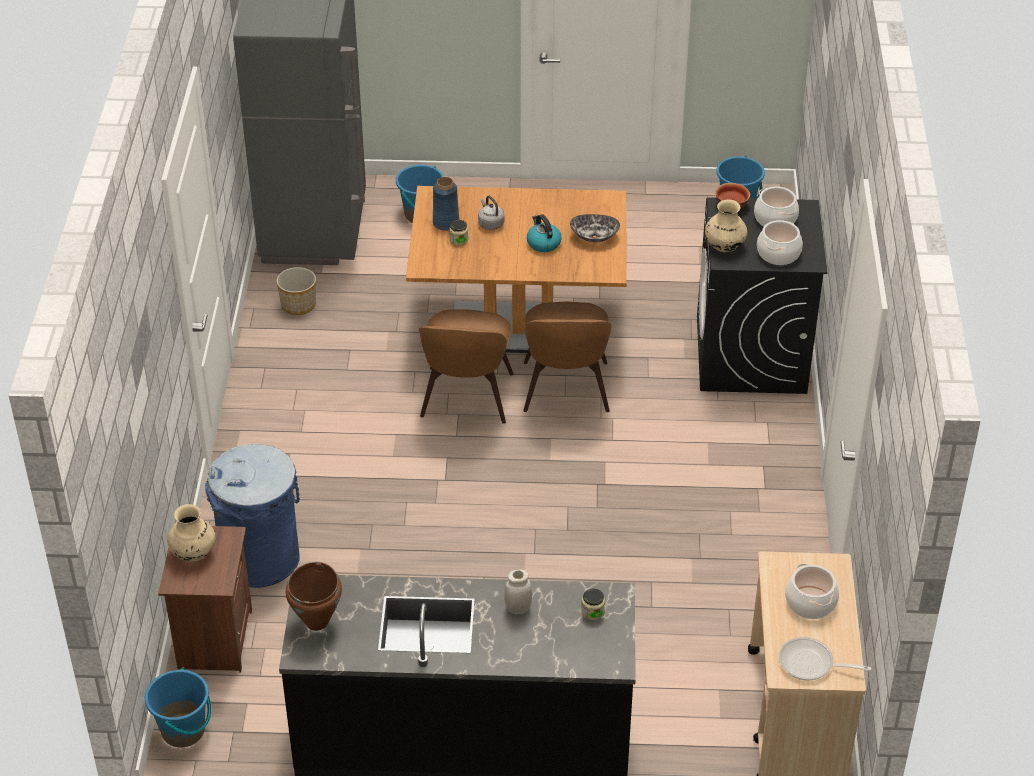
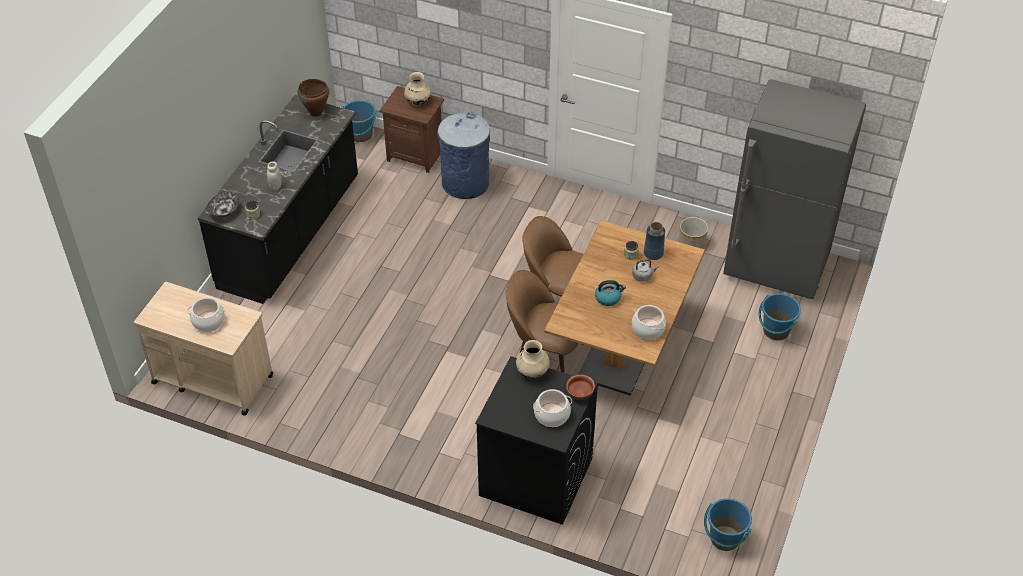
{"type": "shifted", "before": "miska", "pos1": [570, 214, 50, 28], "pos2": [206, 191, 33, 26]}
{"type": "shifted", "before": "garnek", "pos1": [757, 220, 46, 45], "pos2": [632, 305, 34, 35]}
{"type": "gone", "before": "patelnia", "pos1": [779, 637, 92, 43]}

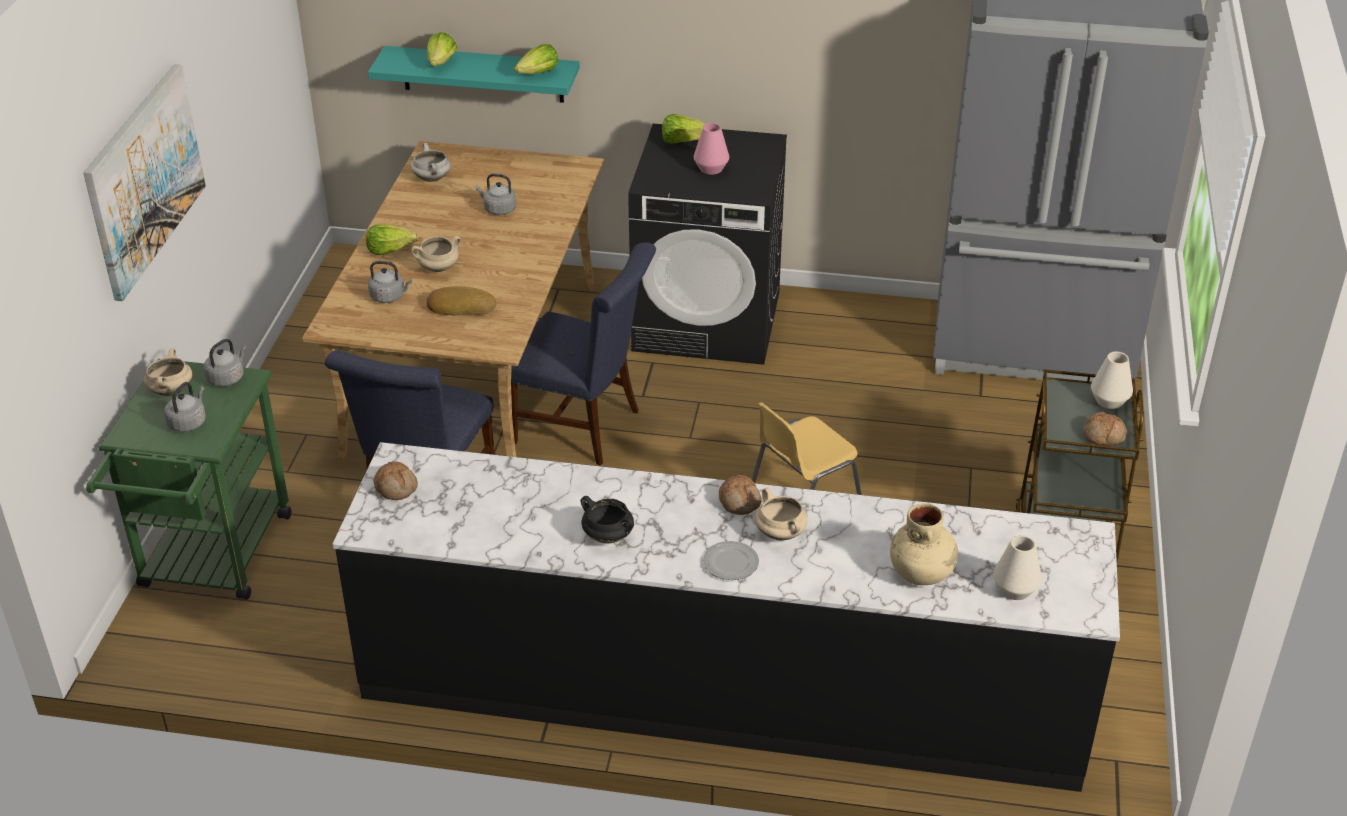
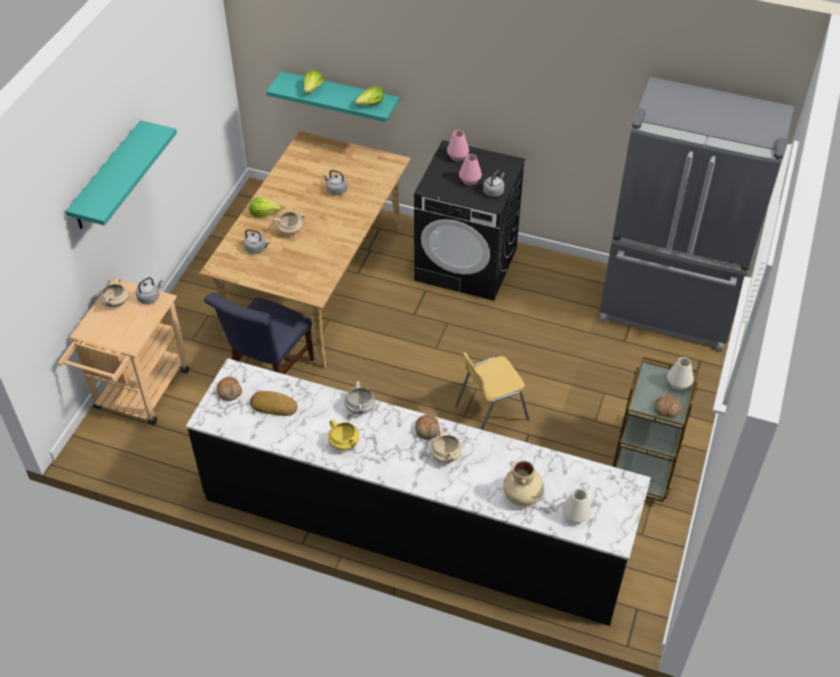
{"type": "repainted", "before": "wózek/zielony", "after": "wózek/beżowy", "pos1": [86, 359, 205, 241], "pos2": [58, 278, 131, 147]}
{"type": "swapped", "before": "obraz", "after": "półka/turkusowy", "pos1": [83, 64, 123, 237], "pos2": [65, 120, 112, 109]}
{"type": "shifted", "before": "chleb", "pos1": [426, 286, 70, 29], "pos2": [250, 391, 48, 25]}
{"type": "repainted", "before": "garnek/czarny", "after": "garnek/żółty", "pos1": [581, 496, 53, 48], "pos2": [328, 419, 31, 31]}
{"type": "shifted", "before": "garnek/biały", "pos1": [411, 143, 40, 39], "pos2": [344, 381, 31, 33]}
{"type": "swapped", "before": "sałata", "after": "wazon/różowy", "pos1": [662, 114, 44, 30], "pos2": [447, 130, 22, 31]}
{"type": "shifted", "before": "czajnik/szary", "pos1": [164, 382, 42, 50], "pos2": [483, 170, 22, 27]}
{"type": "gone", "before": "krzesło/niebieski", "pos1": [511, 242, 145, 224]}
{"type": "gone", "before": "talerz", "pos1": [703, 541, 56, 39]}

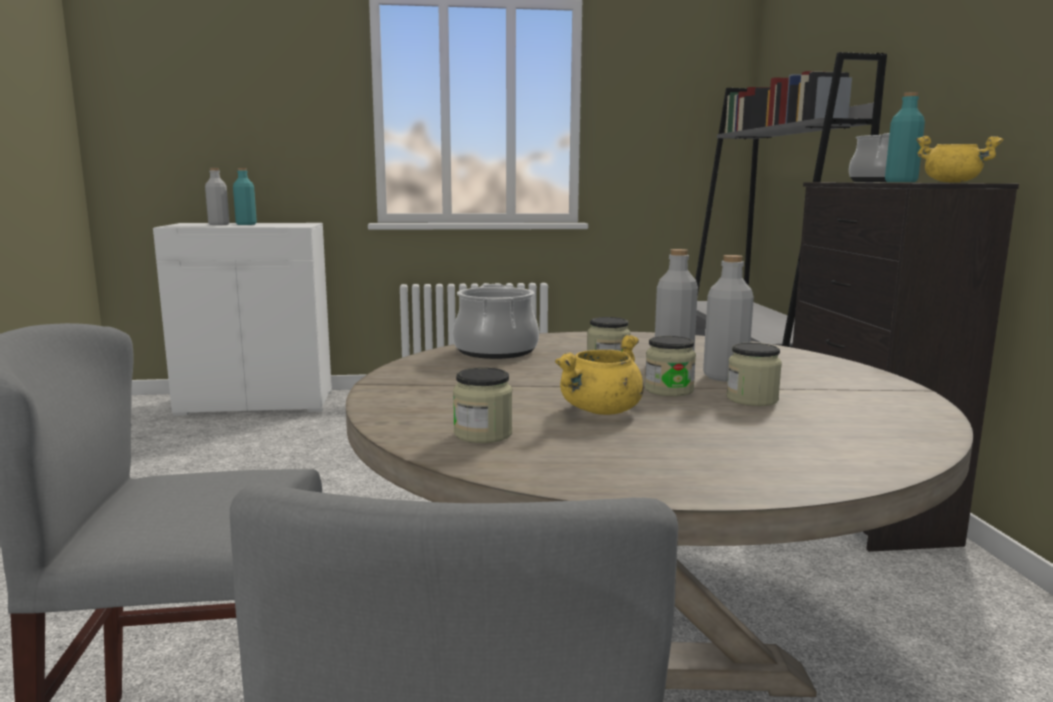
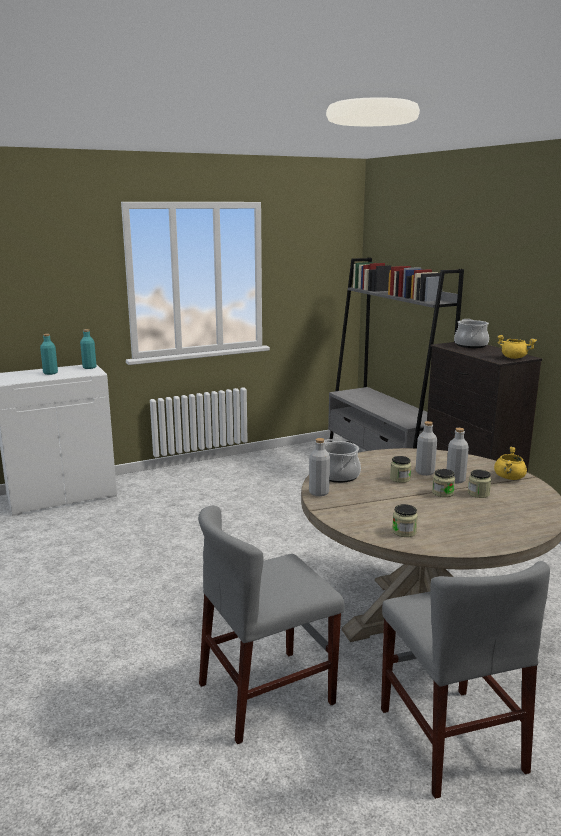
{"type": "shifted", "before": "butelka/turkusowy", "pos1": [885, 92, 40, 90], "pos2": [80, 329, 17, 40]}
{"type": "shifted", "before": "butelka/szary", "pos1": [205, 168, 25, 57], "pos2": [309, 438, 21, 58]}
{"type": "shifted", "before": "garnek/żółty", "pos1": [555, 334, 89, 81], "pos2": [494, 447, 33, 33]}

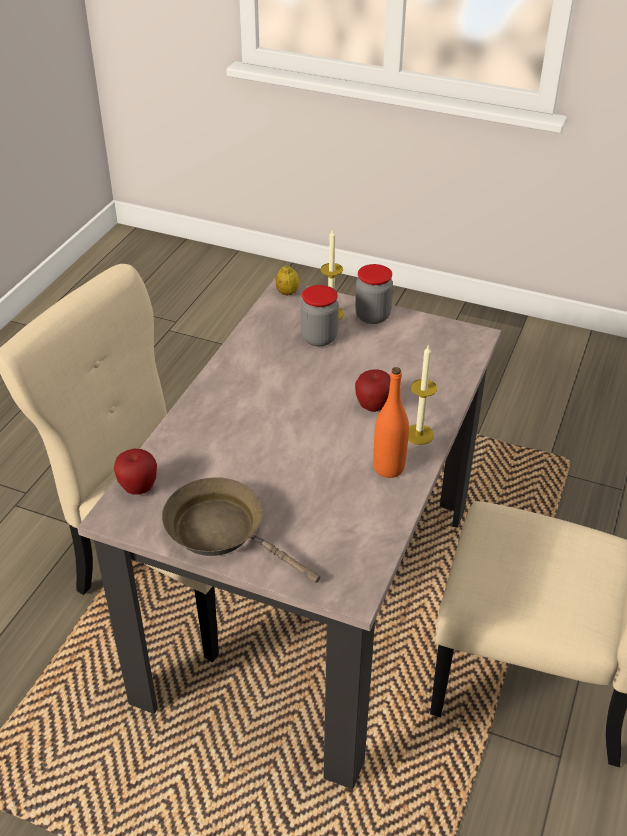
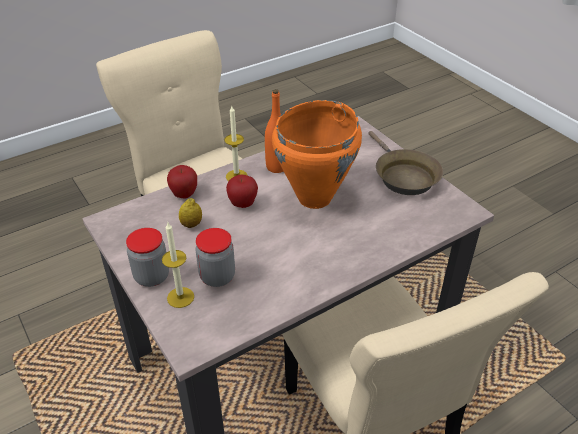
{"type": "shifted", "before": "jabłko", "pos1": [114, 449, 43, 46], "pos2": [167, 165, 30, 33]}
{"type": "shifted", "before": "cytryna", "pos1": [276, 265, 23, 30], "pos2": [179, 198, 23, 30]}
{"type": "new", "after": "garnek/pomarańczowy", "pos2": [272, 100, 90, 109]}

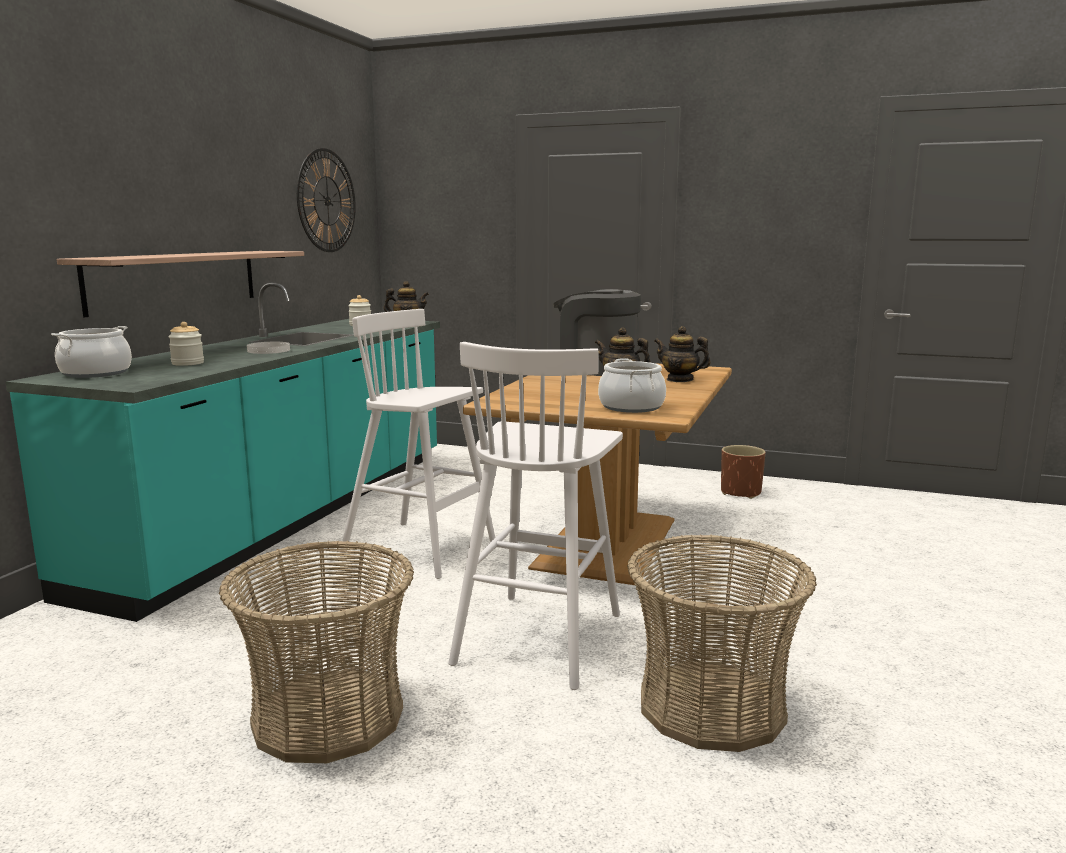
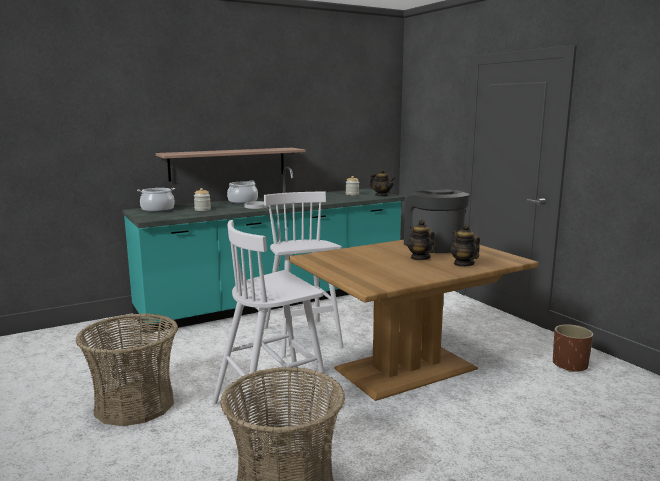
{"type": "shifted", "before": "garnek", "pos1": [598, 358, 68, 55], "pos2": [227, 181, 31, 23]}
{"type": "gone", "before": "zegar ścienny", "pos1": [297, 148, 59, 104]}

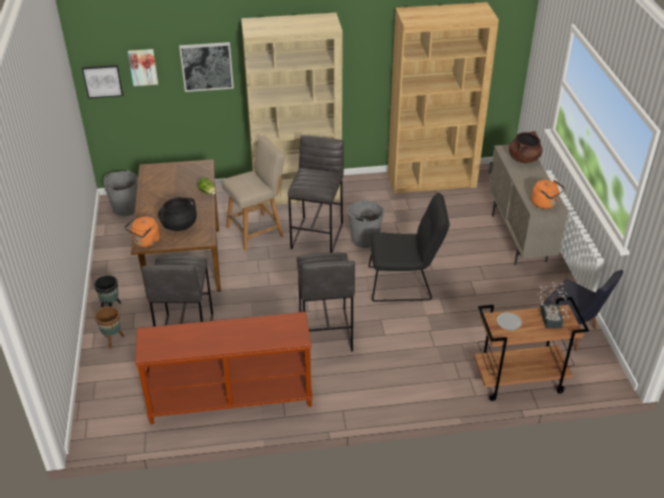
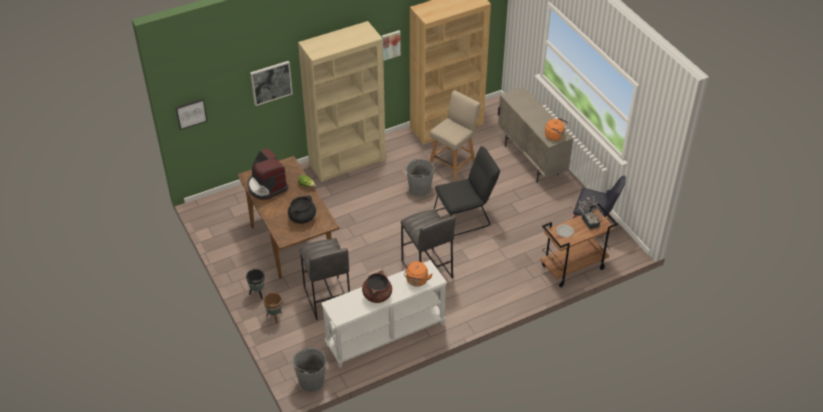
{"type": "new", "after": "ekspres do kawy", "pos2": [247, 148, 41, 52]}
{"type": "shifted", "before": "wiadro/szary", "pos1": [103, 170, 35, 46], "pos2": [292, 347, 34, 45]}
{"type": "repainted", "before": "stolik konsolowy/brązowy", "after": "stolik konsolowy/biały", "pos1": [135, 312, 178, 112], "pos2": [321, 260, 126, 108]}
{"type": "shifted", "before": "garnek/brązowy", "pos1": [509, 131, 33, 32], "pos2": [362, 270, 30, 33]}
{"type": "shifted", "before": "obraz", "pos1": [128, 49, 30, 37], "pos2": [382, 30, 19, 31]}
{"type": "shifted", "before": "czajnik/pomarańczowy", "pos1": [125, 217, 35, 30], "pos2": [404, 261, 28, 26]}
{"type": "shifted", "before": "krzesło/beżowy", "pos1": [222, 135, 62, 116], "pos2": [429, 90, 52, 90]}
{"type": "gone", "before": "stołek/szary", "pos1": [288, 135, 56, 118]}

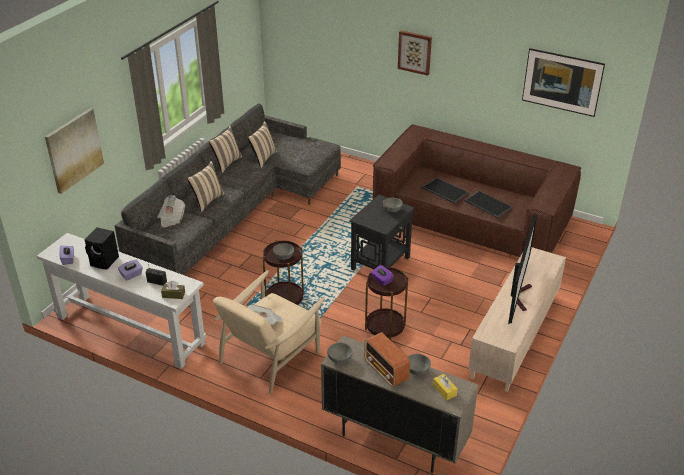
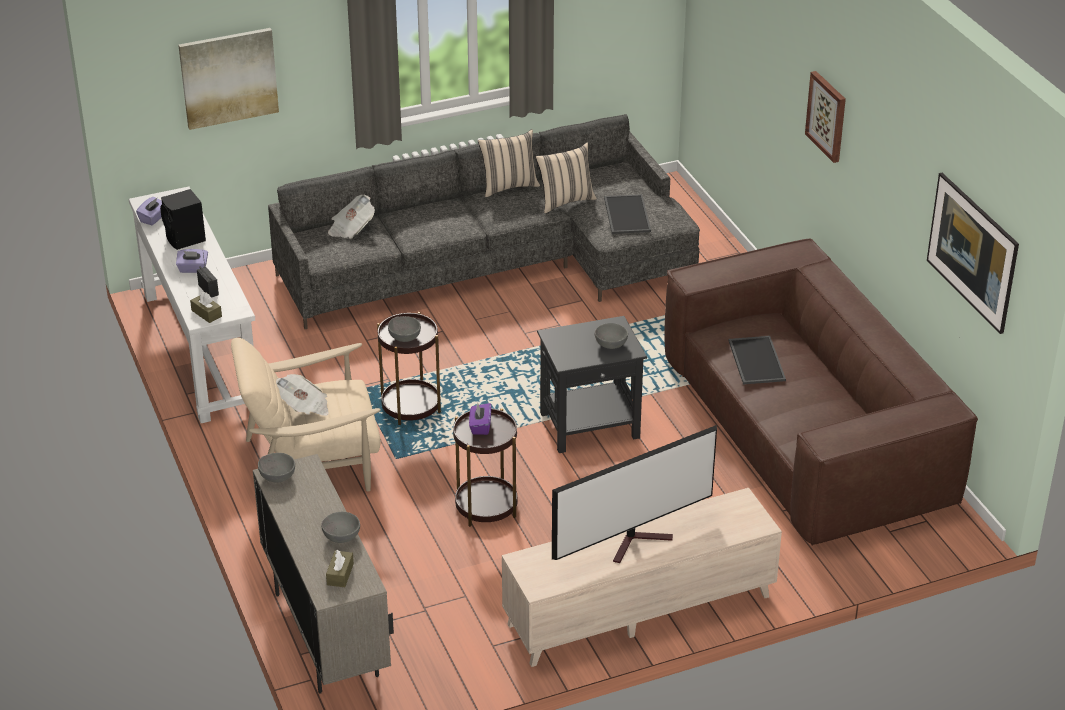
{"type": "repainted", "before": "pudełko chusteczek/żółty", "after": "pudełko chusteczek/brązowy", "pos1": [433, 374, 25, 26], "pos2": [326, 550, 28, 37]}
{"type": "shifted", "before": "taca", "pos1": [464, 190, 49, 28], "pos2": [604, 194, 47, 40]}
{"type": "gone", "before": "poduszka/beżowy", "pos1": [187, 161, 38, 51]}
{"type": "gone", "before": "radio", "pos1": [364, 332, 46, 55]}

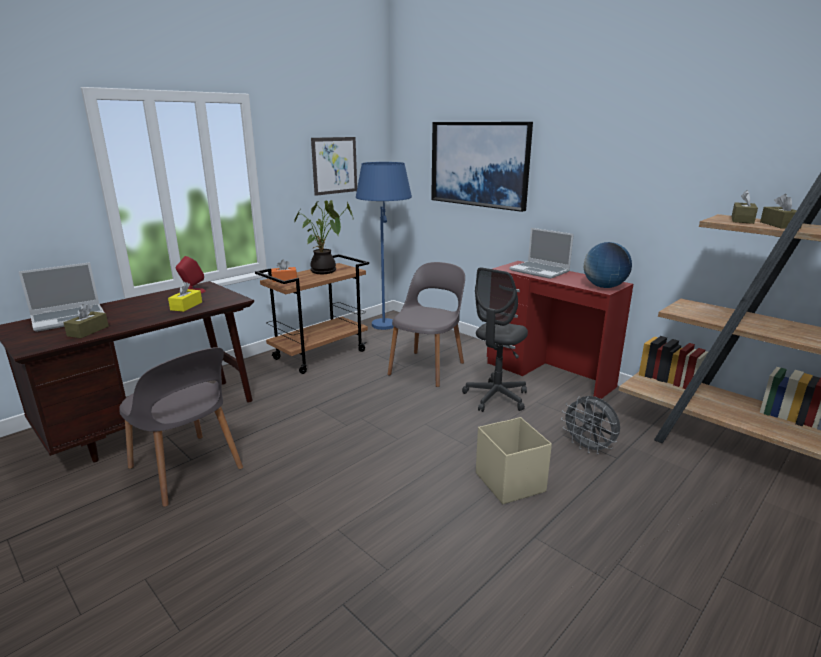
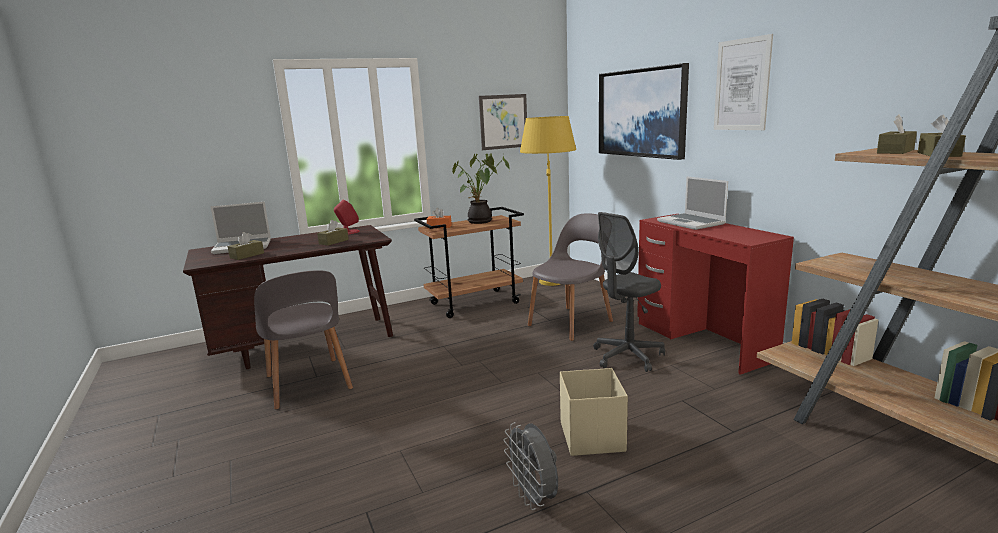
{"type": "repainted", "before": "pudełko chusteczek/żółty", "after": "pudełko chusteczek/brązowy", "pos1": [168, 282, 34, 30], "pos2": [317, 220, 32, 26]}
{"type": "shifted", "before": "wentylator/szary", "pos1": [561, 396, 59, 59], "pos2": [503, 422, 55, 88]}
{"type": "repainted", "before": "lampa stojąca/niebieski", "after": "lampa stojąca/żółty", "pos1": [356, 162, 56, 168], "pos2": [520, 116, 56, 170]}
{"type": "new", "after": "obraz", "pos2": [714, 34, 59, 96]}
{"type": "gone", "before": "globus", "pos1": [584, 242, 48, 46]}

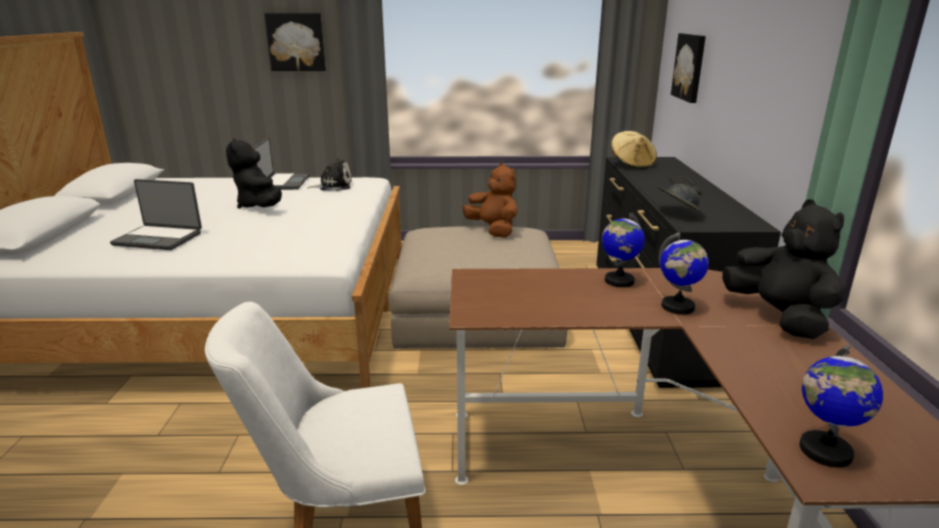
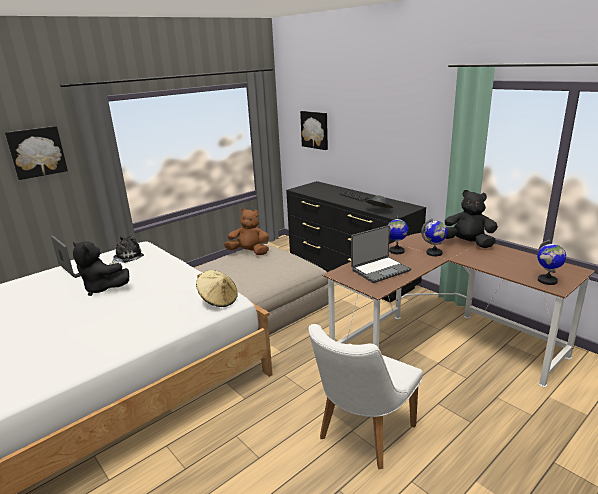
{"type": "shifted", "before": "kapelusz/beżowy", "pos1": [611, 131, 46, 38], "pos2": [196, 270, 42, 37]}
{"type": "shifted", "before": "laptop", "pos1": [110, 179, 92, 71], "pos2": [351, 225, 60, 58]}

